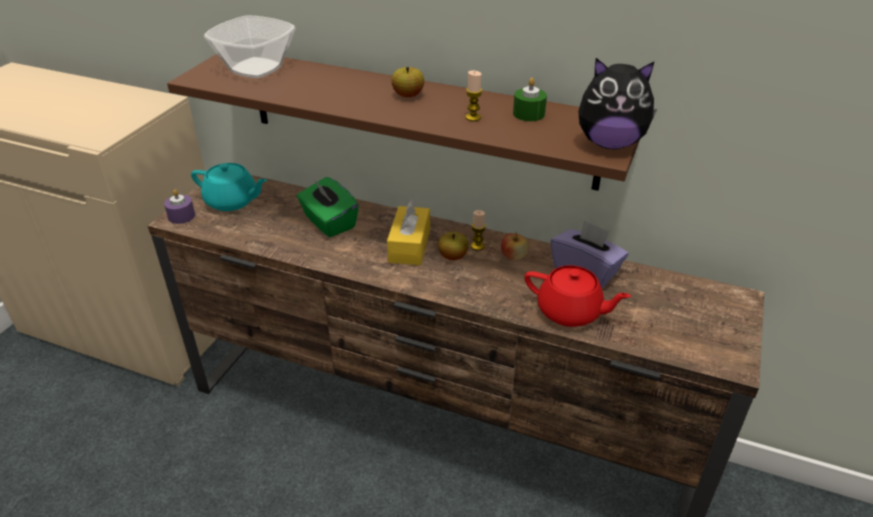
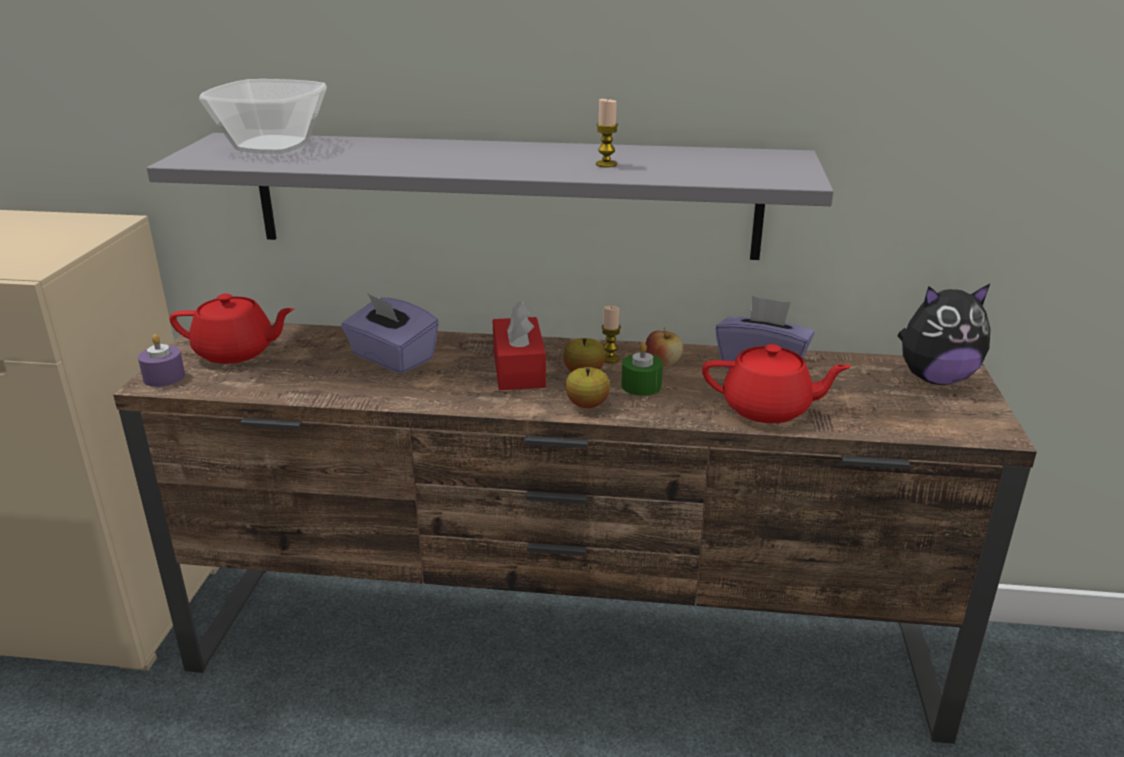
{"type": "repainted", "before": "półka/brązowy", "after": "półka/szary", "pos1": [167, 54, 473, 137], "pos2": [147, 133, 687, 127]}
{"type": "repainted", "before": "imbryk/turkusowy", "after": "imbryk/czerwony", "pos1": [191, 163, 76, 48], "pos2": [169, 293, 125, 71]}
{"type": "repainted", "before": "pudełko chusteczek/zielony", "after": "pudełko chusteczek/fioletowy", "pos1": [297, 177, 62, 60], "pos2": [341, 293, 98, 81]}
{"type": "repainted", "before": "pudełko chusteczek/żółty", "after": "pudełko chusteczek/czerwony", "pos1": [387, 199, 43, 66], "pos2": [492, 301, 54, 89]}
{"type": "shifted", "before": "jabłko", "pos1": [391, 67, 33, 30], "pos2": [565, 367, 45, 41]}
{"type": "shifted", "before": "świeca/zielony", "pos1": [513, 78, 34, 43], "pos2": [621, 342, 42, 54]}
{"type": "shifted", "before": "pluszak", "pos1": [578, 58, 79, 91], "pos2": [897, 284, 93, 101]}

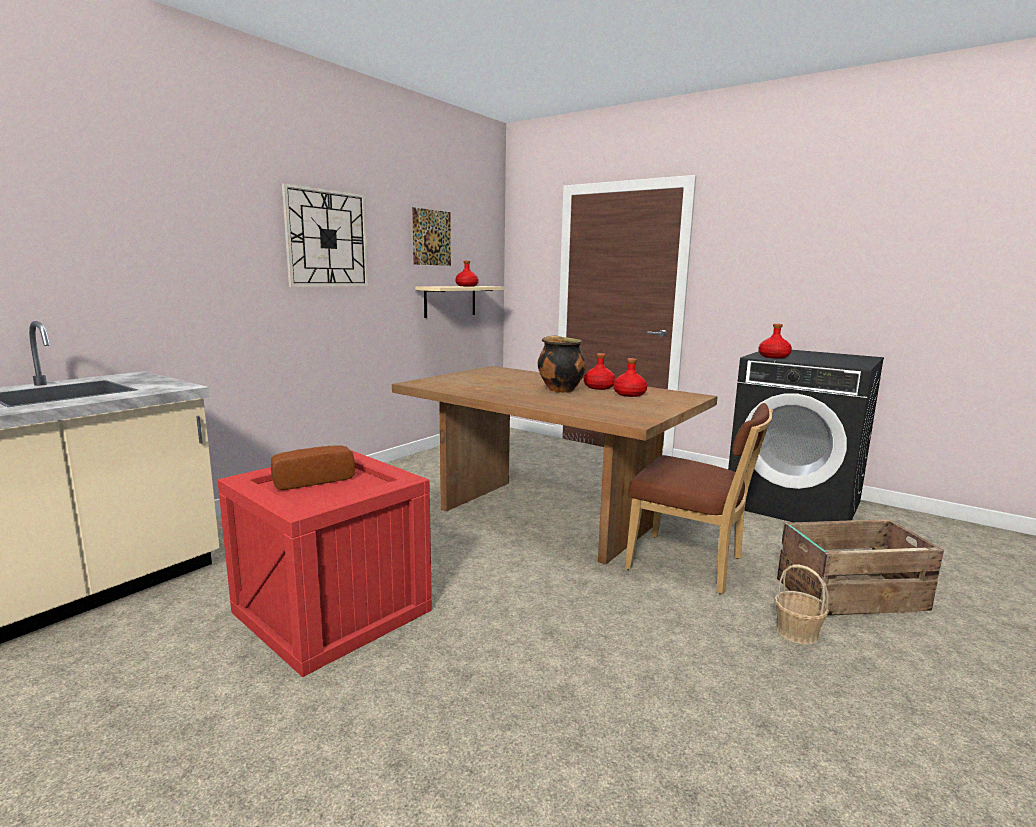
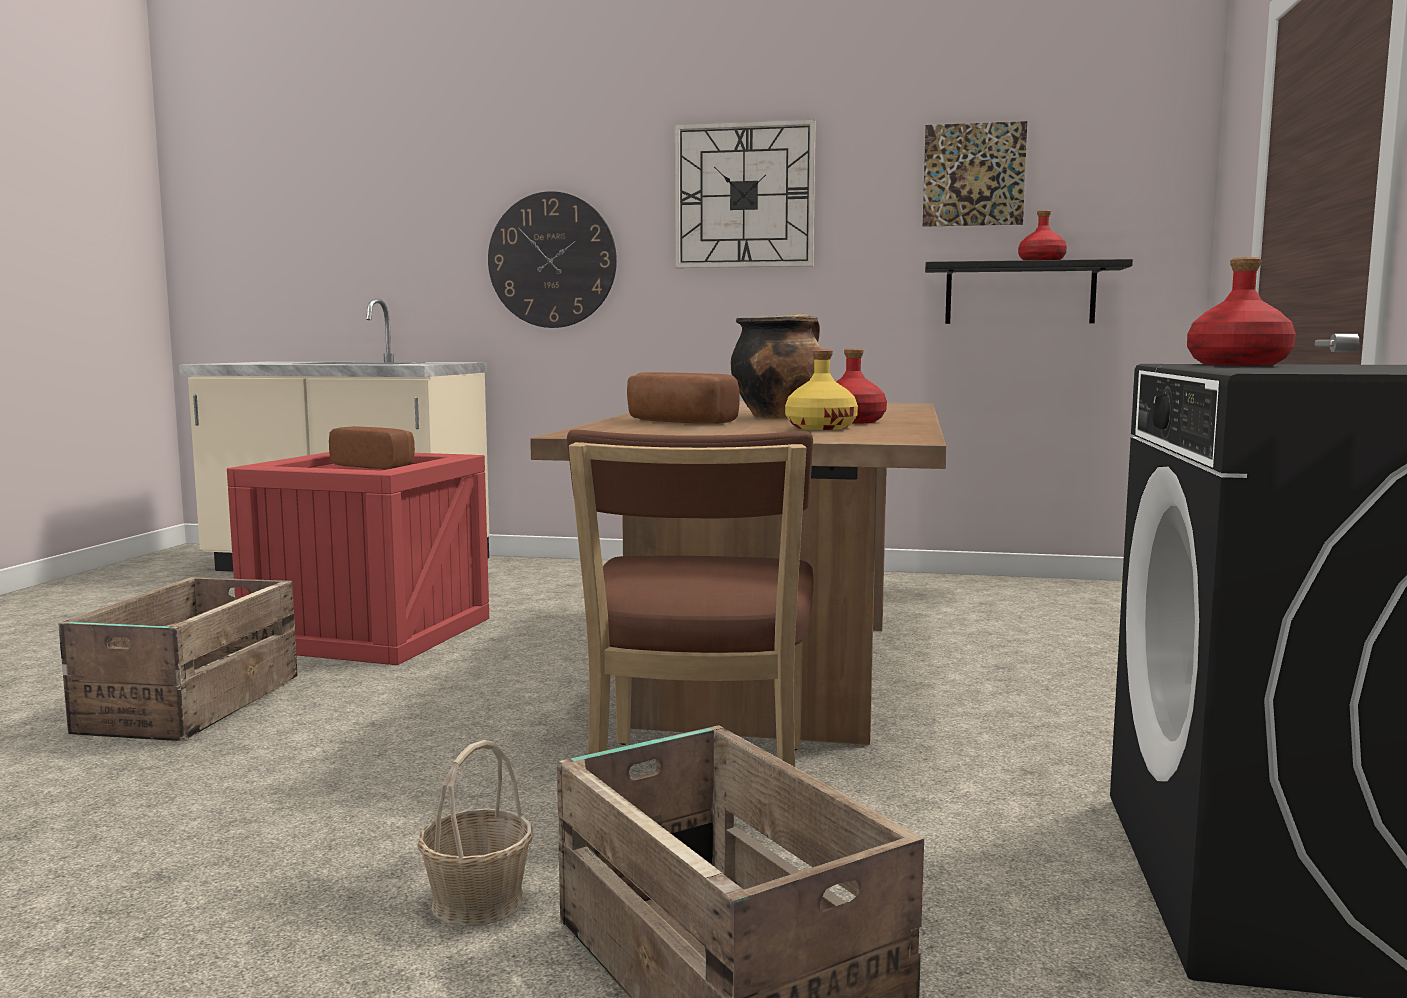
{"type": "new", "after": "skrzynka", "pos2": [58, 577, 240, 165]}
{"type": "new", "after": "zegar ścienny", "pos2": [488, 191, 129, 137]}
{"type": "new", "after": "chleb", "pos2": [627, 372, 113, 52]}
{"type": "repainted", "before": "butelka/czerwony", "after": "butelka/żółty", "pos1": [613, 358, 34, 39], "pos2": [785, 349, 73, 81]}
{"type": "repainted", "before": "półka/beżowy", "after": "półka/czarny", "pos1": [415, 286, 89, 32], "pos2": [925, 259, 208, 65]}

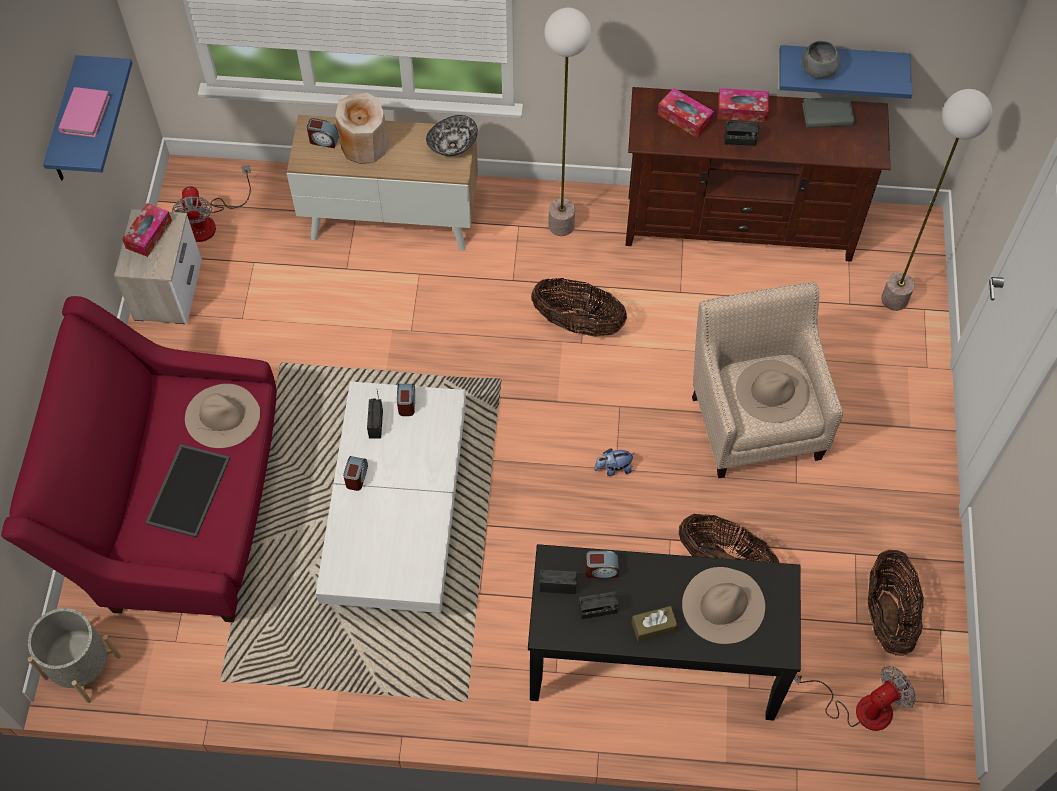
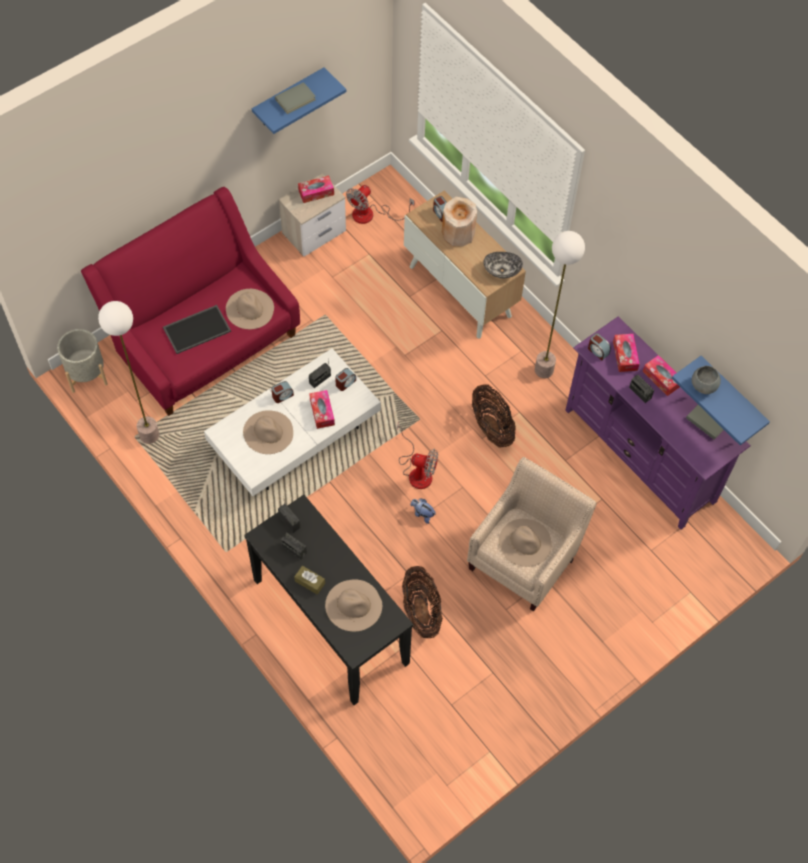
{"type": "shifted", "before": "lampa stojąca", "pos1": [881, 89, 111, 222], "pos2": [98, 301, 61, 143]}
{"type": "new", "after": "kapelusz/beżowy", "pos2": [243, 410, 50, 44]}
{"type": "repainted", "before": "książka/różowy", "after": "książka/szary", "pos1": [58, 87, 52, 50], "pos2": [275, 82, 41, 32]}
{"type": "new", "after": "pudełko chusteczek", "pos2": [309, 390, 26, 39]}
{"type": "shifted", "before": "wentylator", "pos1": [794, 666, 122, 65], "pos2": [397, 421, 41, 68]}
{"type": "repainted", "before": "szafka pod telewizor/brązowy", "after": "szafka pod telewizor/fioletowy", "pos1": [625, 87, 266, 174], "pos2": [565, 316, 186, 214]}
{"type": "shifted", "before": "budzik", "pos1": [585, 551, 34, 27], "pos2": [588, 333, 23, 27]}
{"type": "gone", "before": "koszyk", "pos1": [868, 549, 56, 107]}

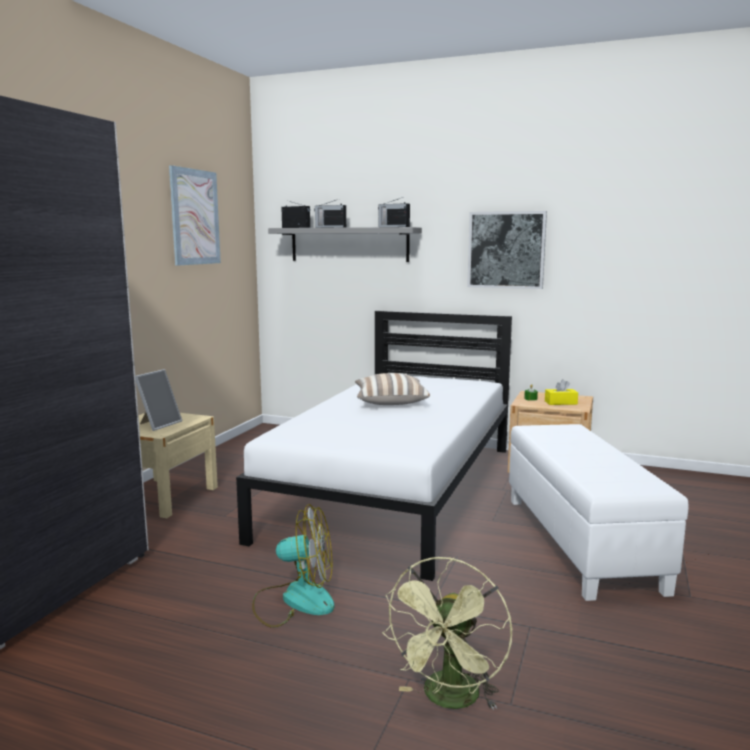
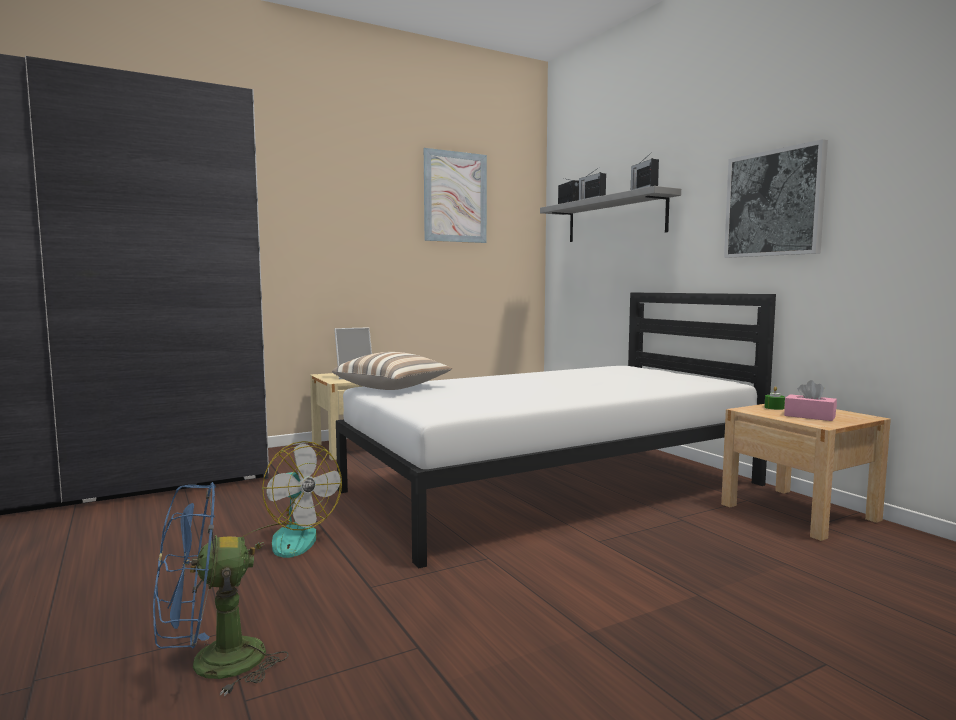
{"type": "repainted", "before": "wentylator/zielony", "after": "wentylator/niebieski", "pos1": [382, 557, 130, 153], "pos2": [153, 482, 136, 214]}
{"type": "shifted", "before": "poduszka", "pos1": [355, 373, 75, 32], "pos2": [332, 352, 120, 38]}
{"type": "repainted", "before": "pudełko chusteczek/żółty", "after": "pudełko chusteczek/różowy", "pos1": [545, 379, 33, 26], "pos2": [784, 380, 53, 41]}
{"type": "gone", "before": "pufa/biały", "pos1": [509, 424, 180, 177]}

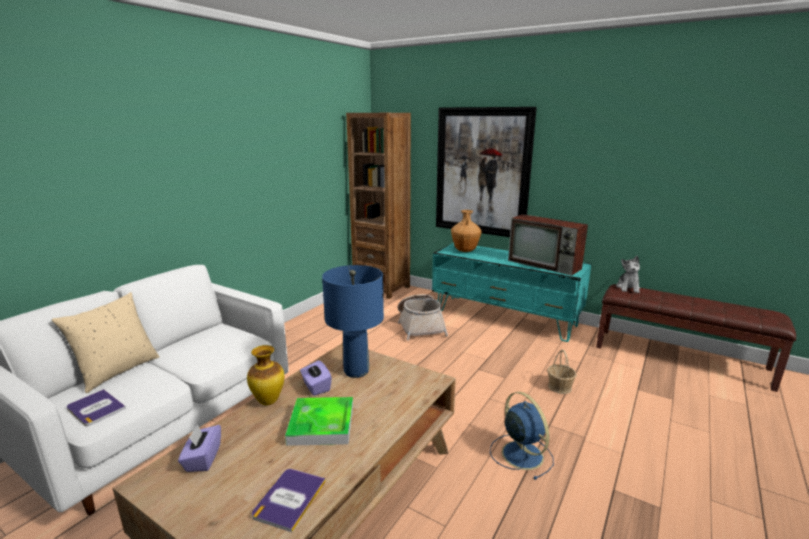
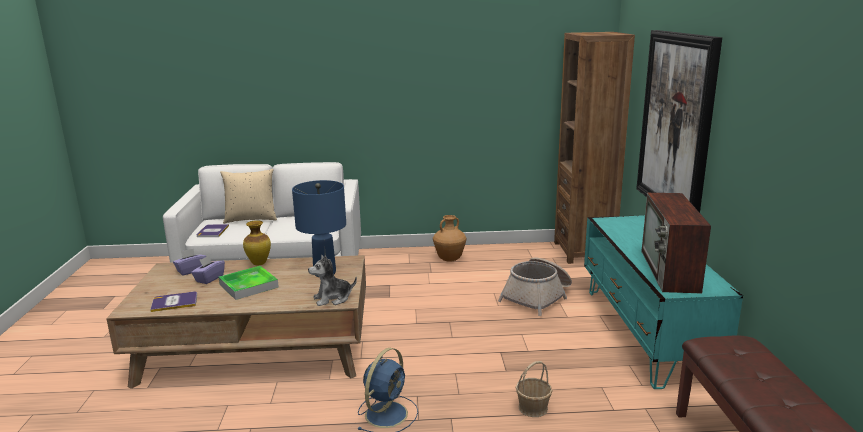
{"type": "shifted", "before": "pudełko chusteczek/fioletowy", "pos1": [300, 360, 32, 36], "pos2": [191, 256, 34, 28]}
{"type": "shifted", "before": "pluszak", "pos1": [616, 256, 24, 37], "pos2": [308, 255, 49, 51]}
{"type": "shifted", "before": "wazon/brązowy", "pos1": [451, 210, 31, 42], "pos2": [433, 215, 34, 47]}

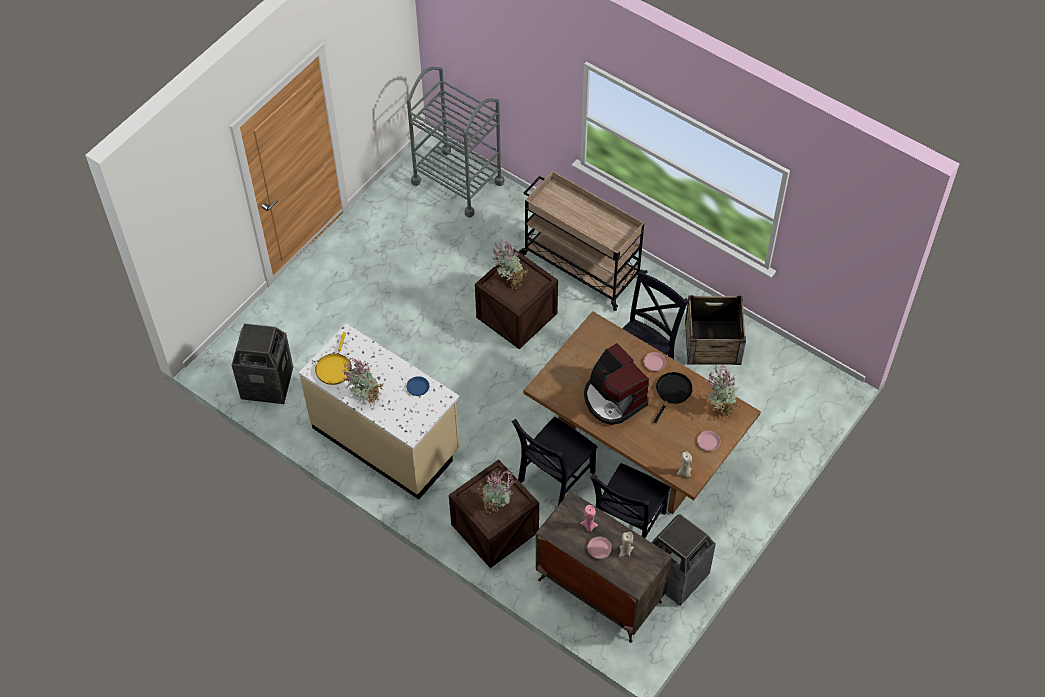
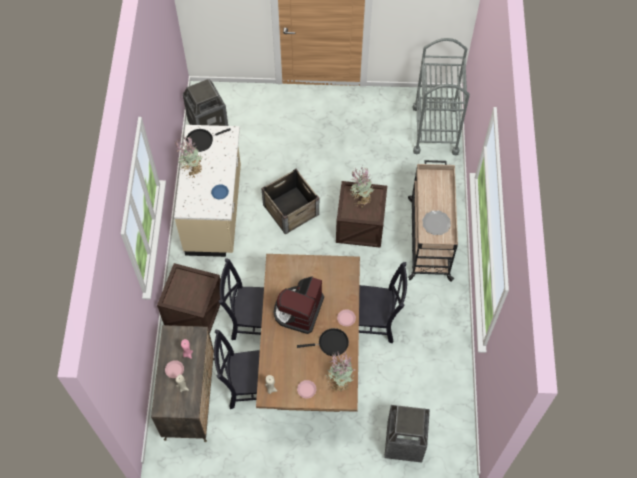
{"type": "repainted", "before": "patelnia/żółty", "after": "patelnia/czarny", "pos1": [315, 332, 37, 53], "pos2": [186, 128, 45, 24]}
{"type": "shifted", "before": "skrzynka", "pos1": [685, 295, 61, 70], "pos2": [261, 169, 58, 66]}
{"type": "shifted", "before": "kosz na śmieci", "pos1": [651, 514, 65, 92], "pos2": [384, 405, 46, 58]}
{"type": "new", "after": "talerz", "pos2": [422, 211, 29, 24]}
{"type": "gone", "before": "roślina doniczkowa", "pos1": [477, 470, 39, 44]}

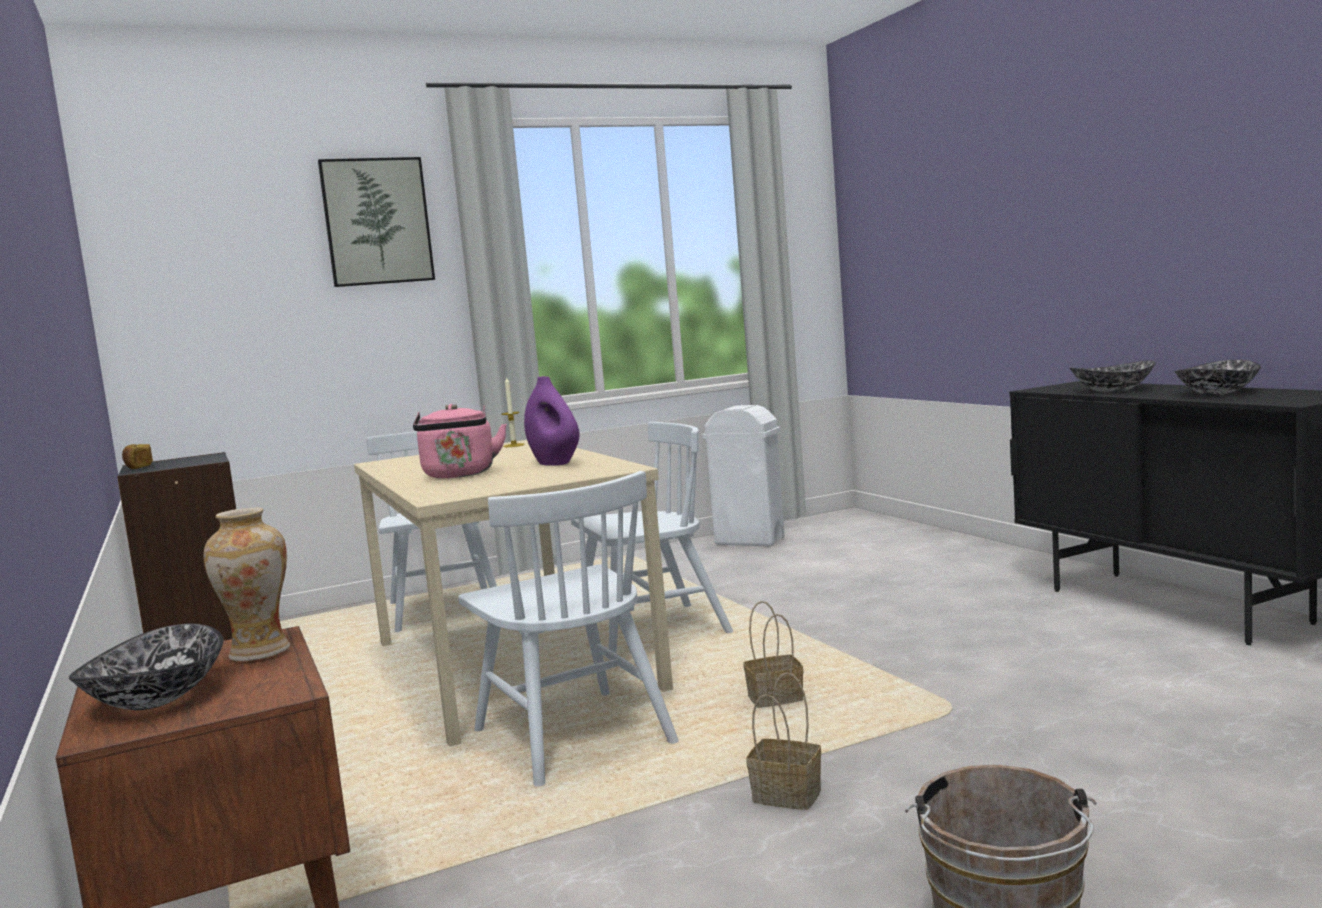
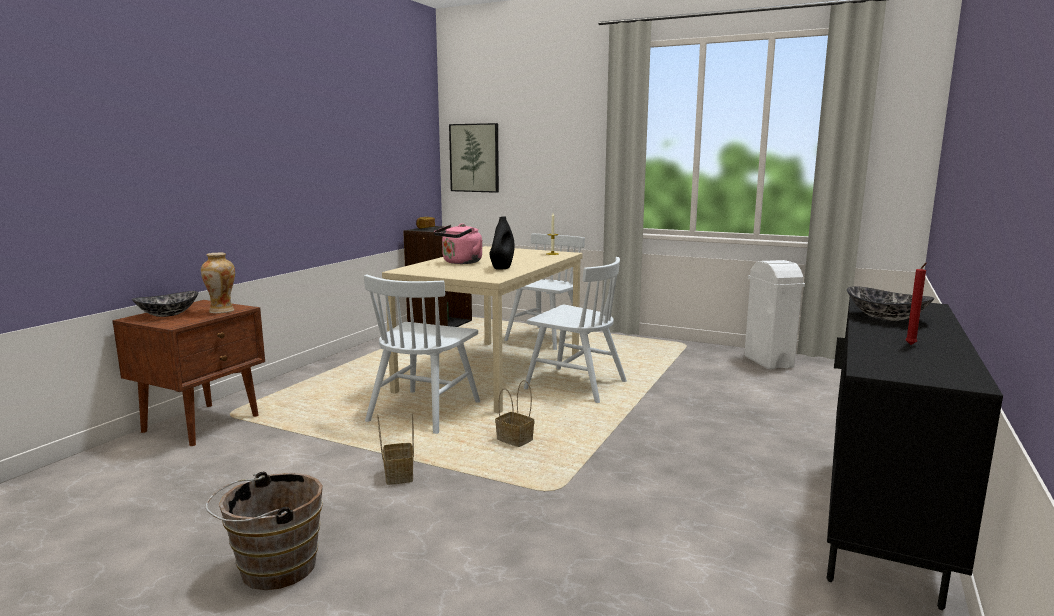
{"type": "shifted", "before": "obraz", "pos1": [318, 157, 117, 130], "pos2": [449, 123, 50, 70]}
{"type": "repainted", "before": "wazon/fioletowy", "after": "wazon/czarny", "pos1": [524, 376, 56, 90], "pos2": [490, 216, 25, 54]}
{"type": "swapped", "before": "miska", "after": "świeca/czerwony", "pos1": [1175, 360, 86, 35], "pos2": [905, 262, 22, 83]}

